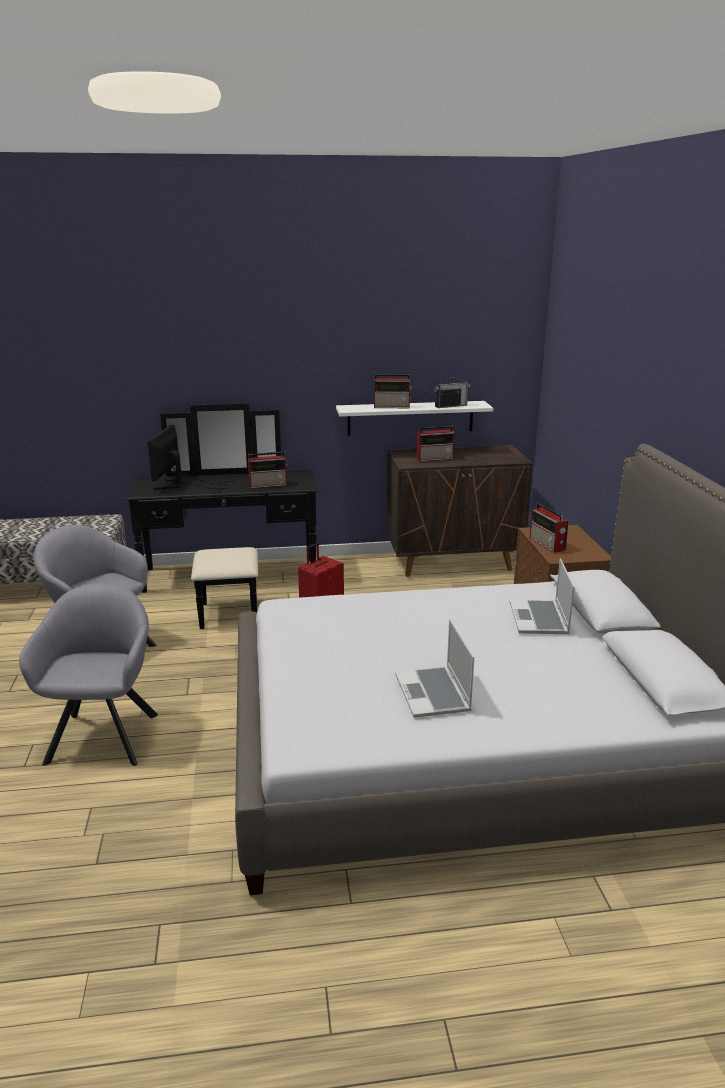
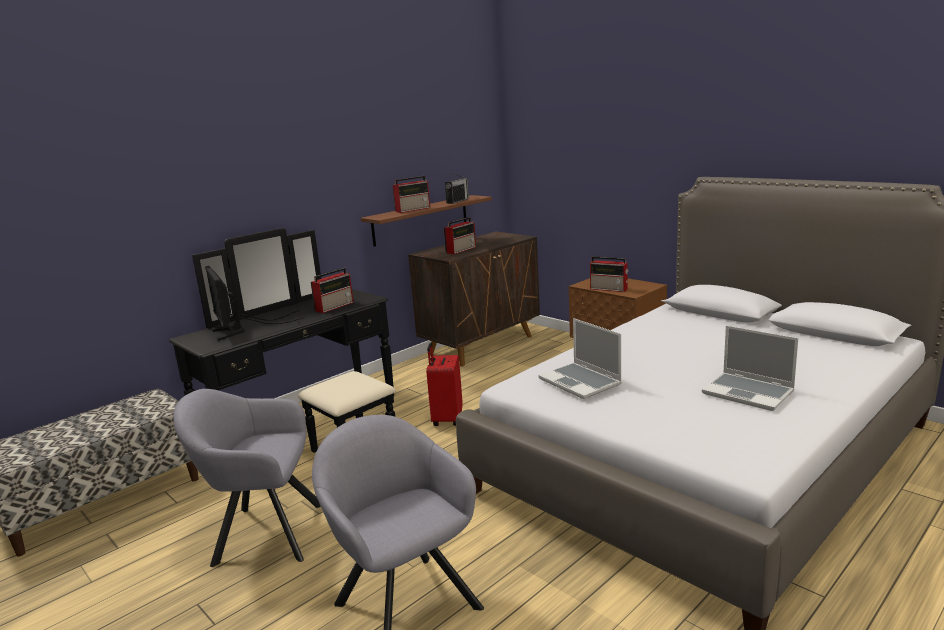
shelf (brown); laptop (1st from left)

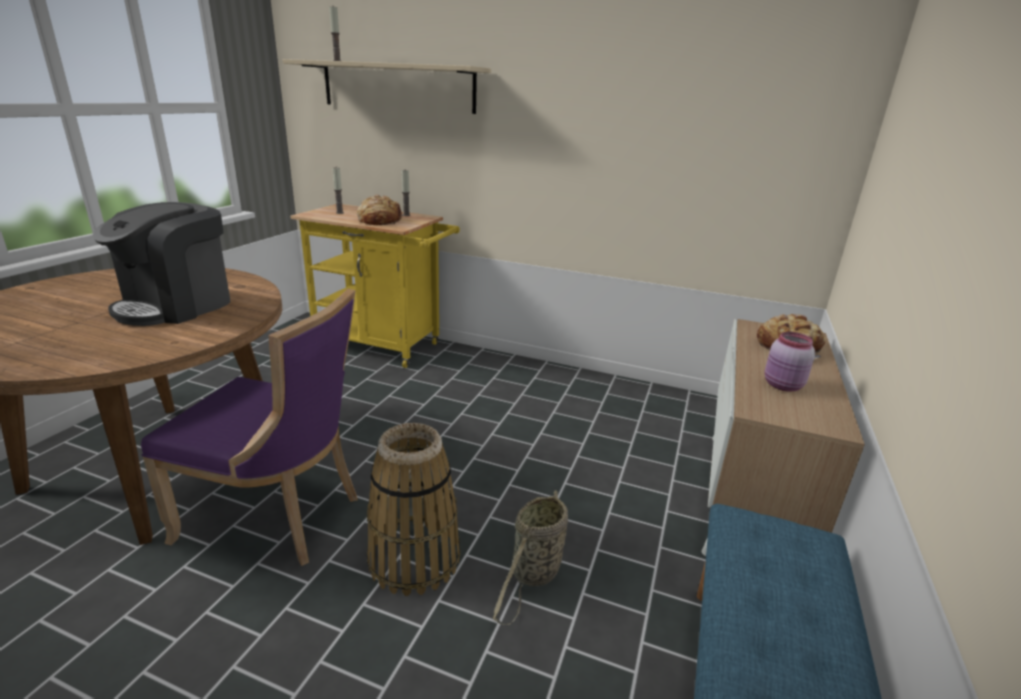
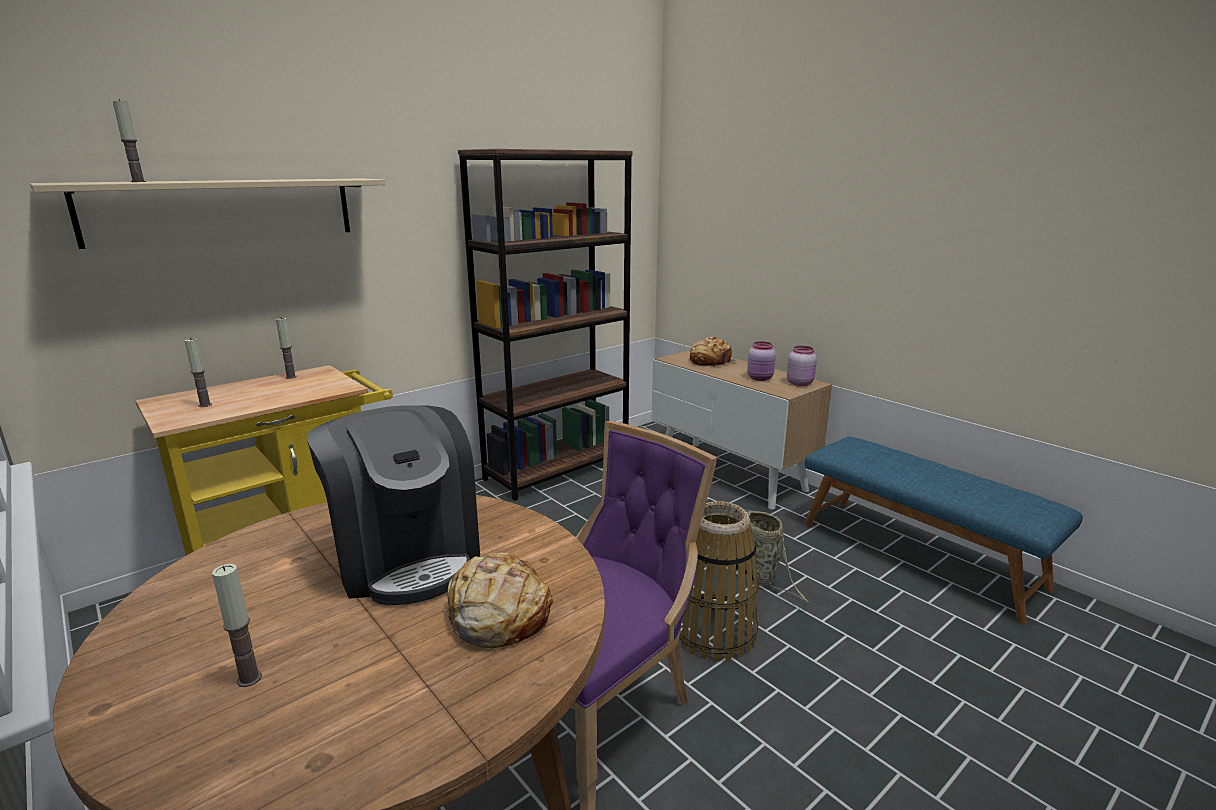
bread (1st from left); candle (3rd from left); bookcase (brown); jar (pink) (2nd from left)

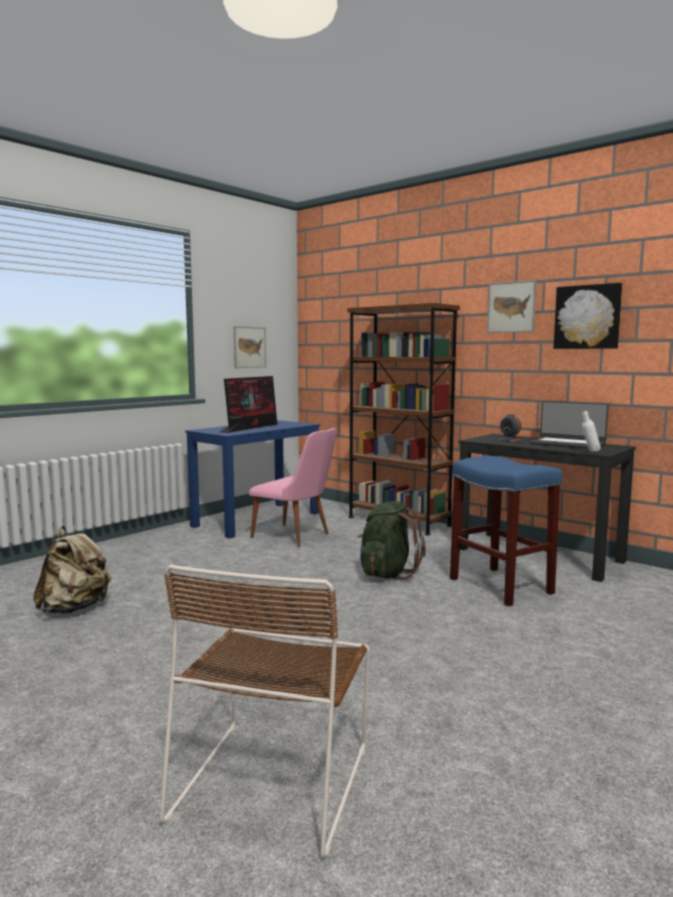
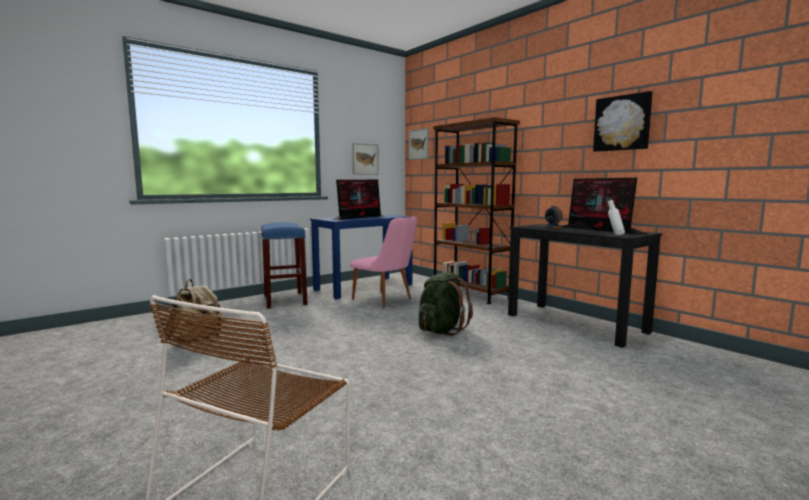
stool (blue); picture (2nd from left); monitor (2nd from left)

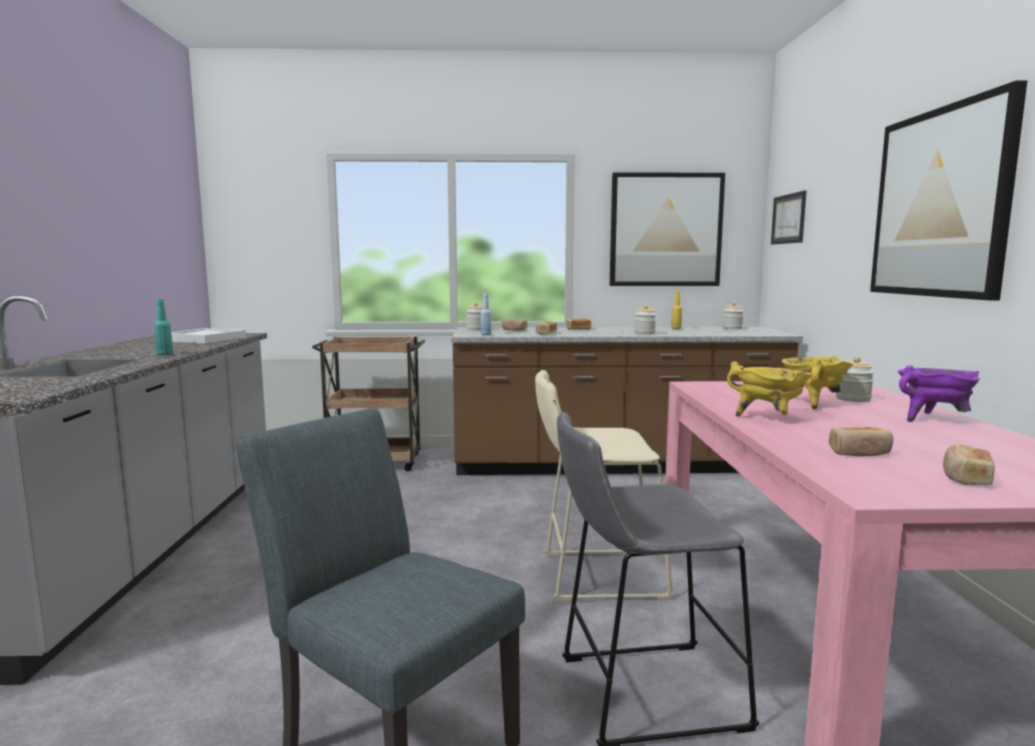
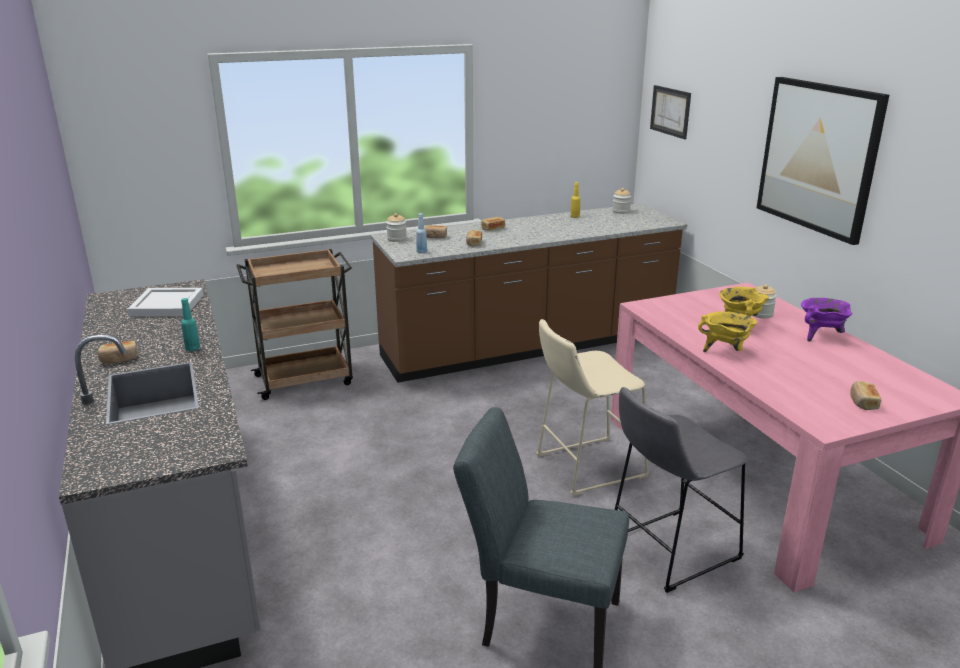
picture (1st from left in the first image); jar (2nd from left in the first image); bread (1st from left)

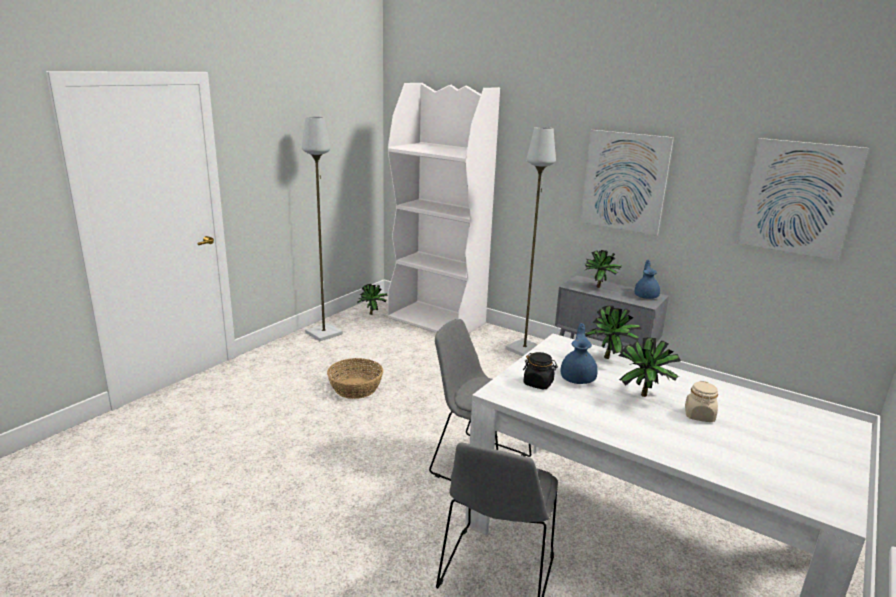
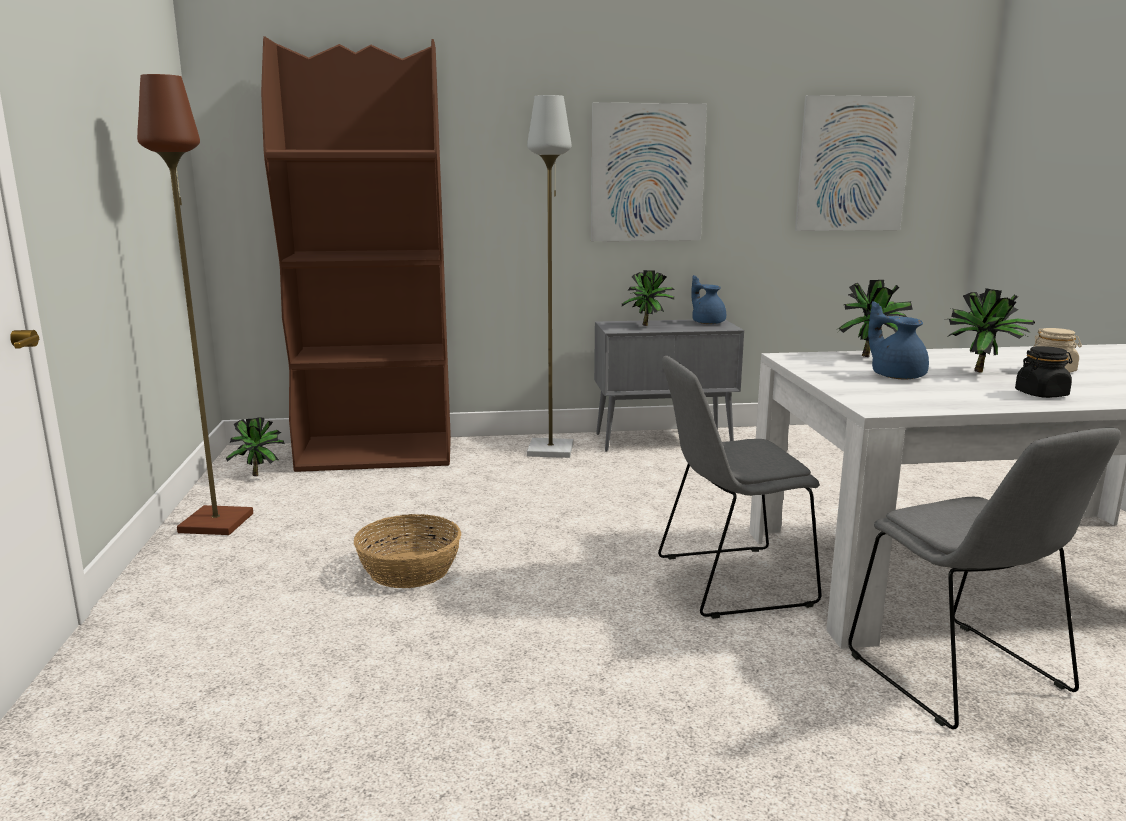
floor lamp (brown); bookcase (brown); jar (black)

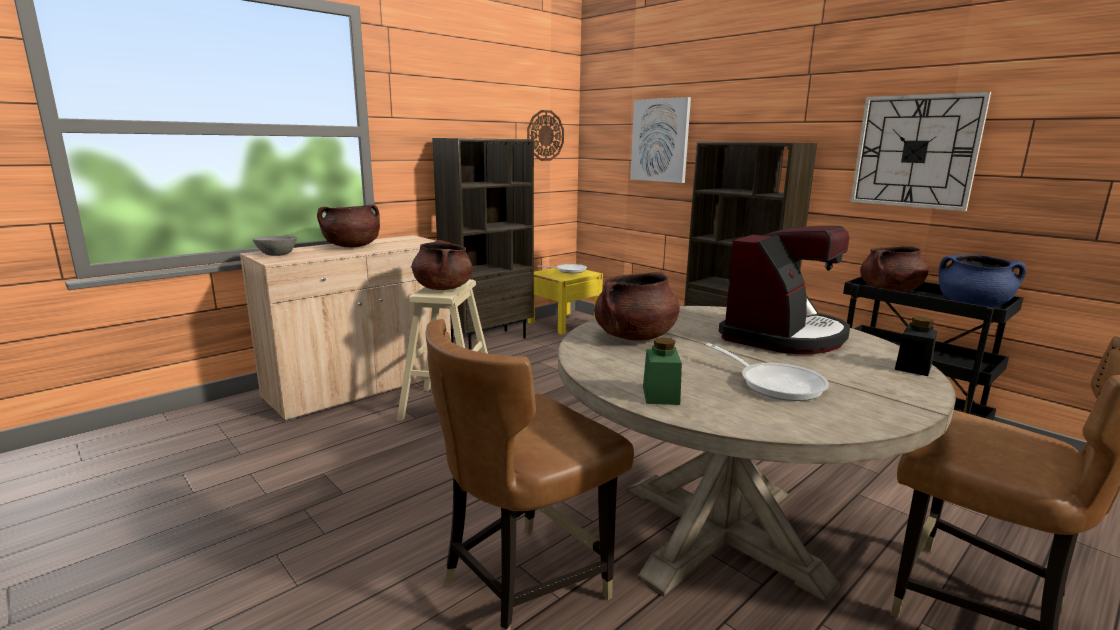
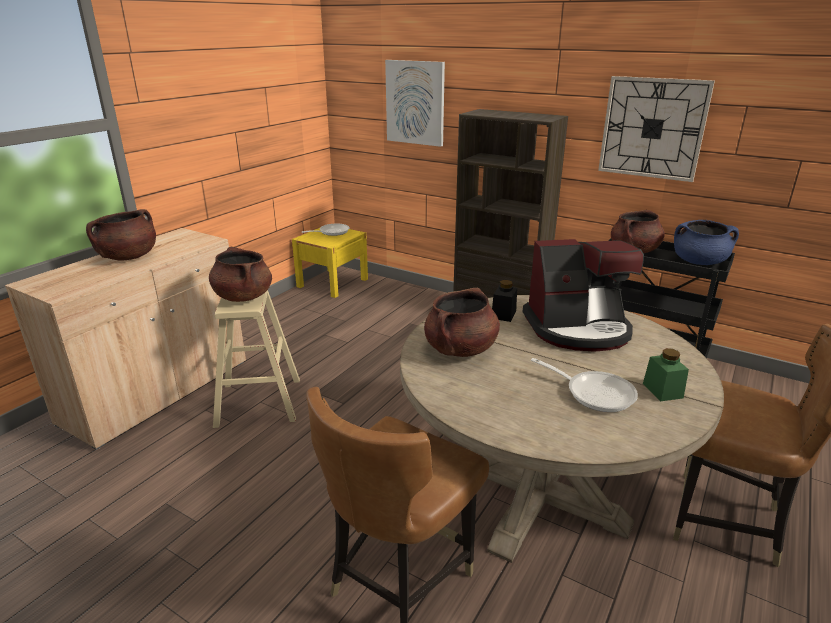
bowl (grey); bookcase (brown) (1st from left in the first image); wall clock (1st from left in the first image); jar (green); coffee machine; jar (black)

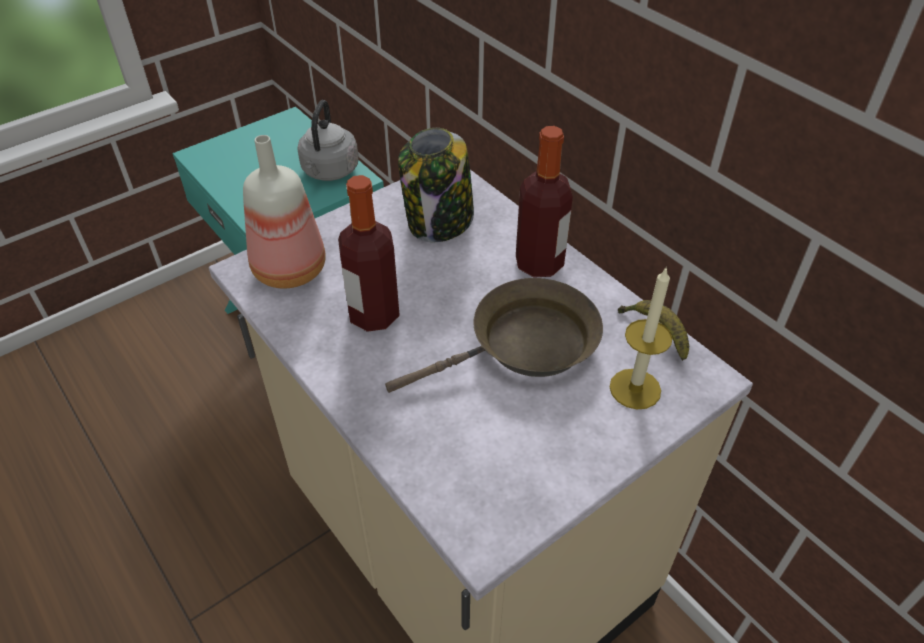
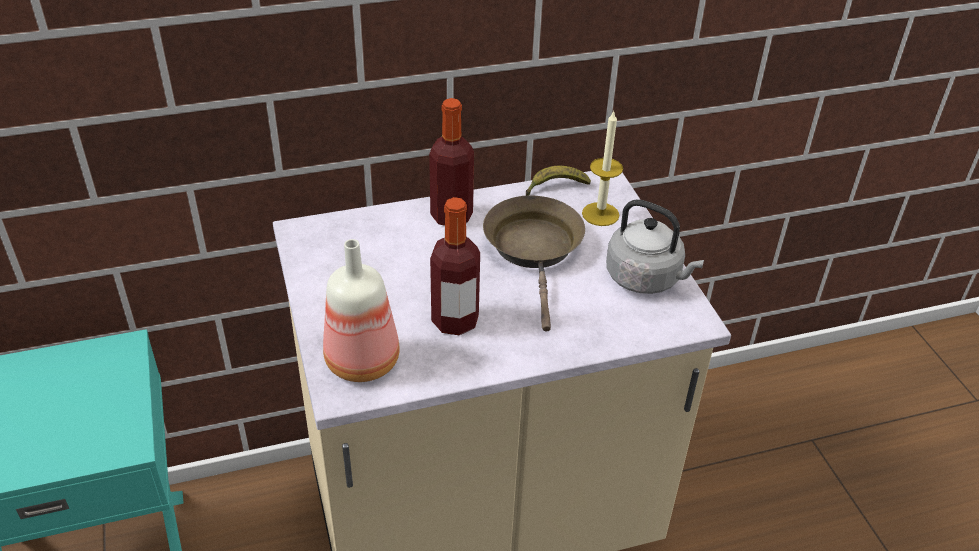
kettle (grey); jar

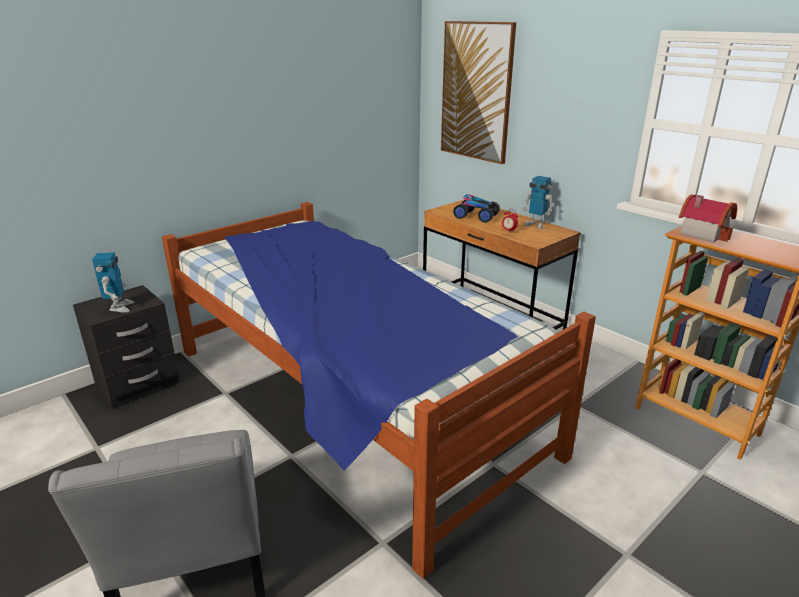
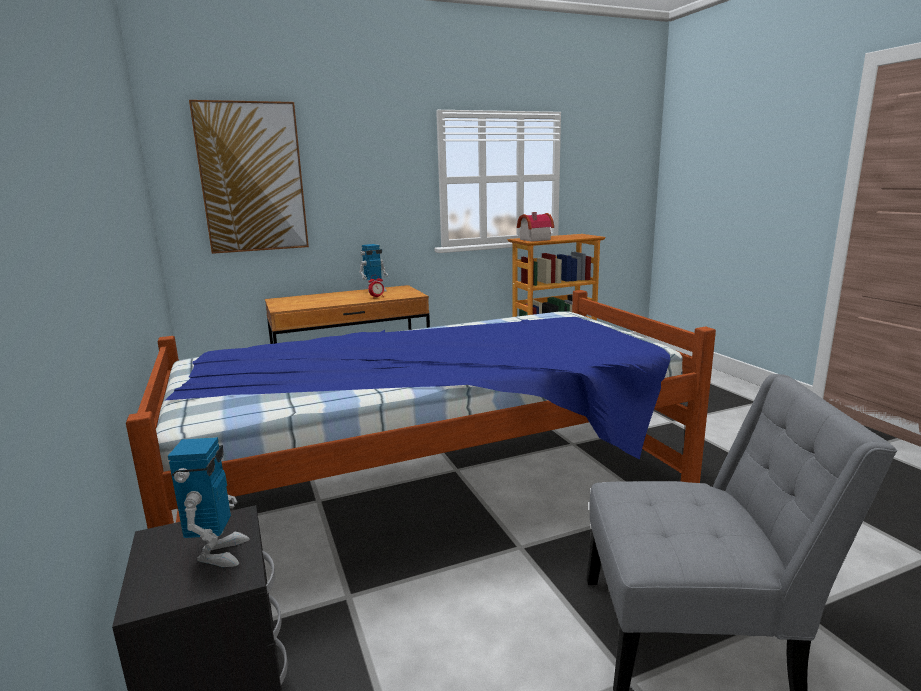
toy robot (1st from left); toy car

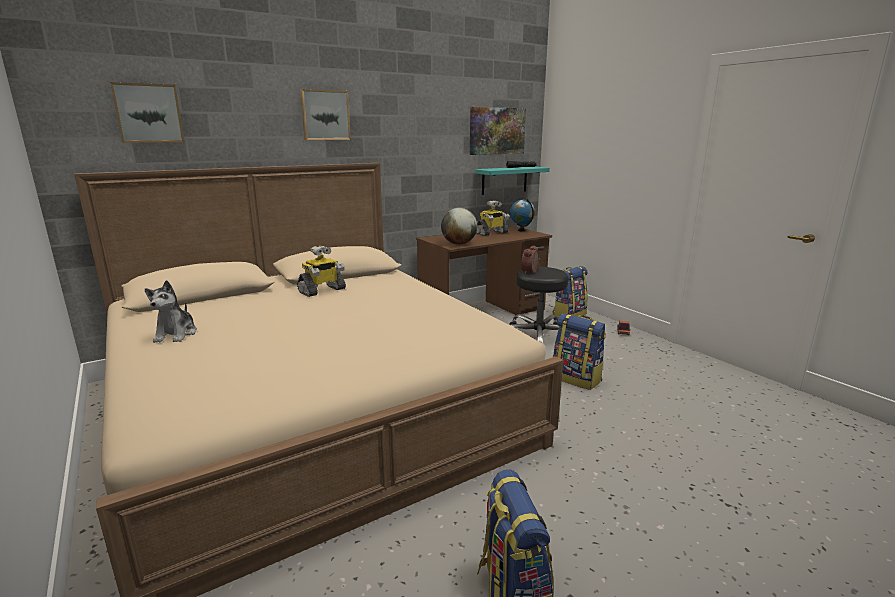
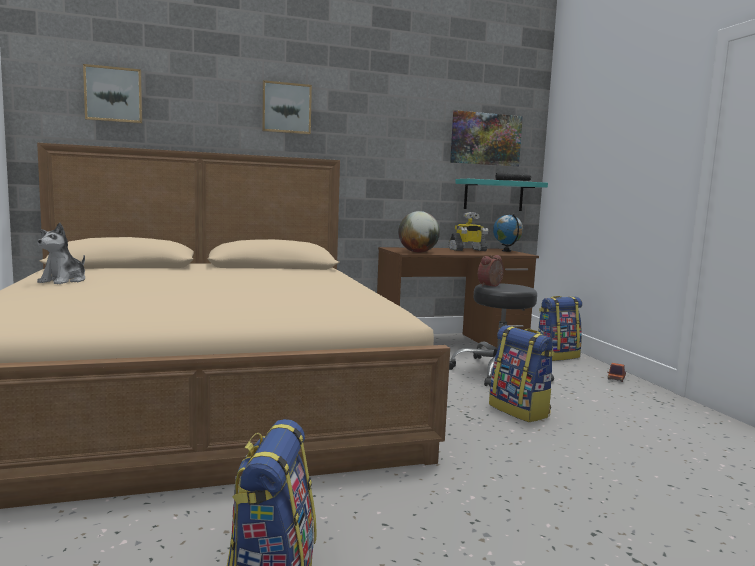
toy robot (1st from left in the first image)

